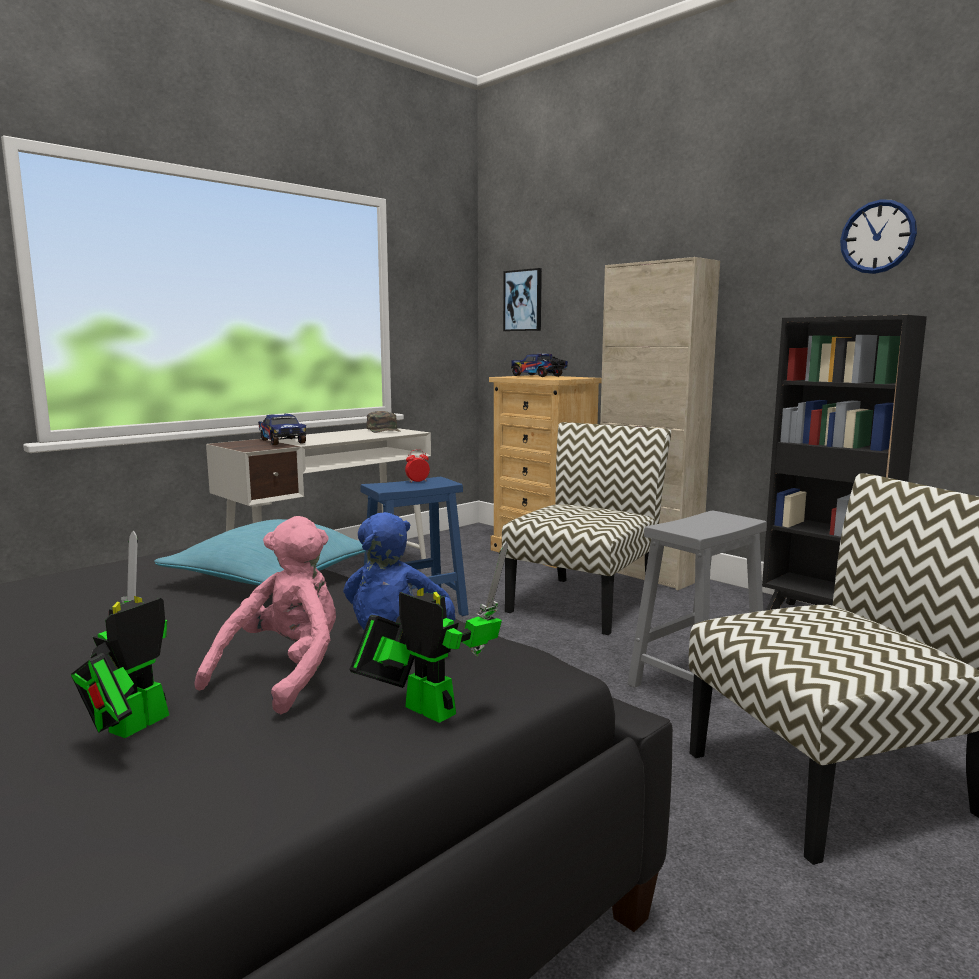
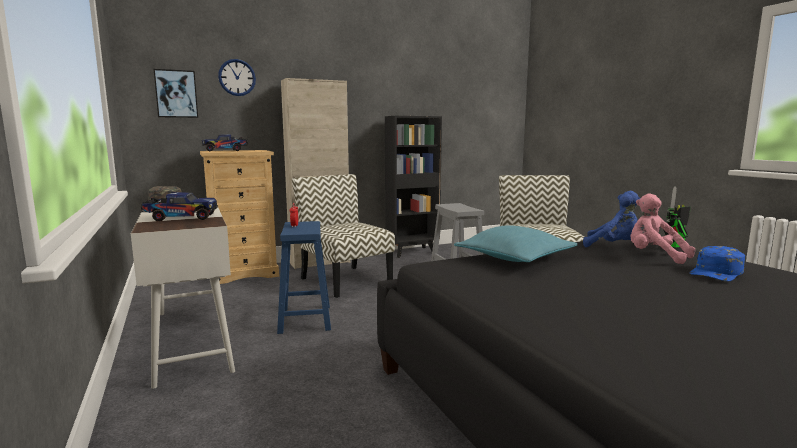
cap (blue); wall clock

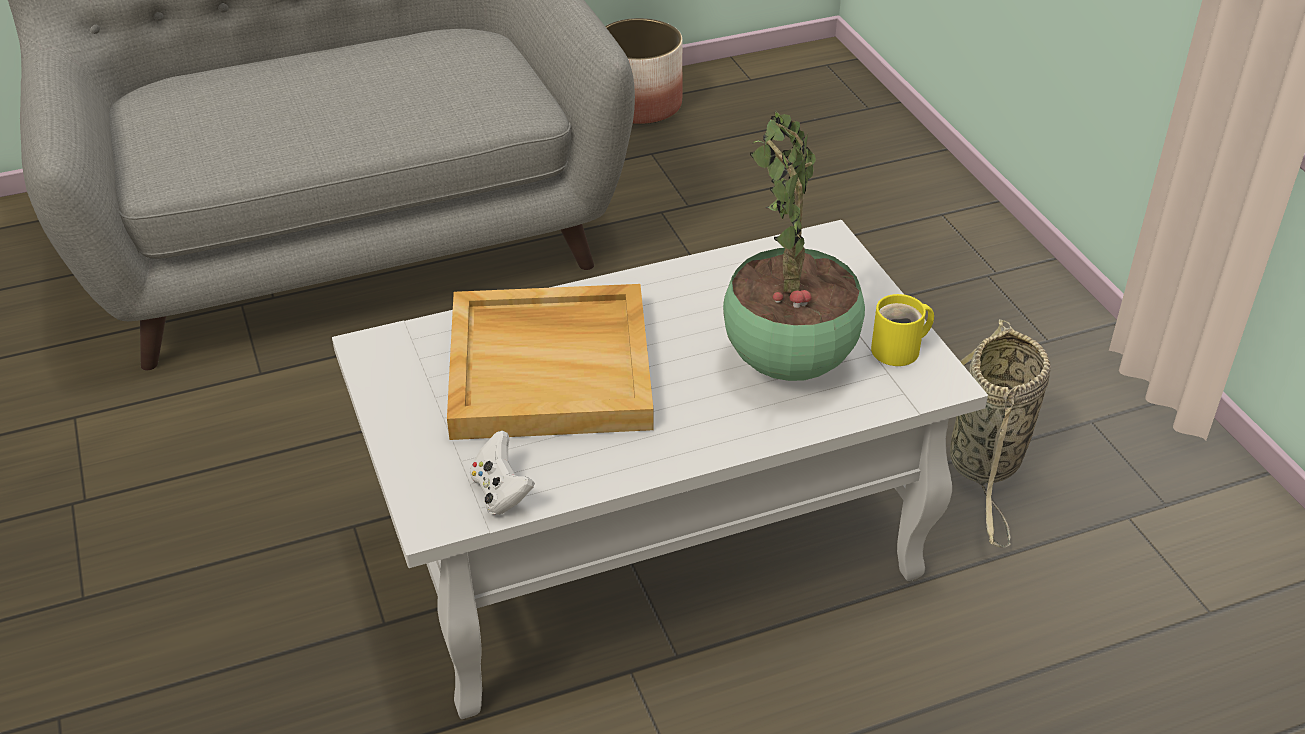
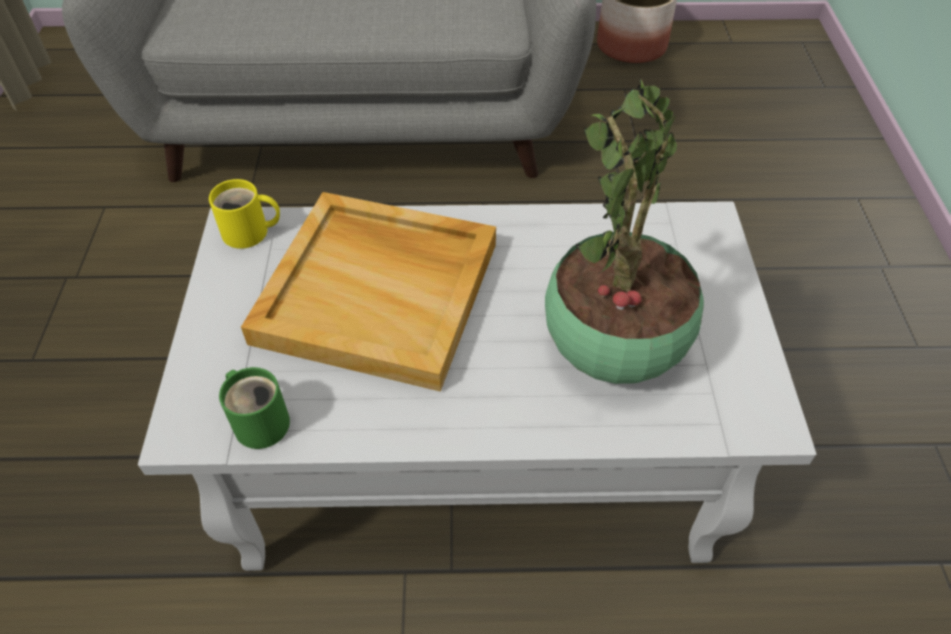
mug (green); mug (yellow); basket

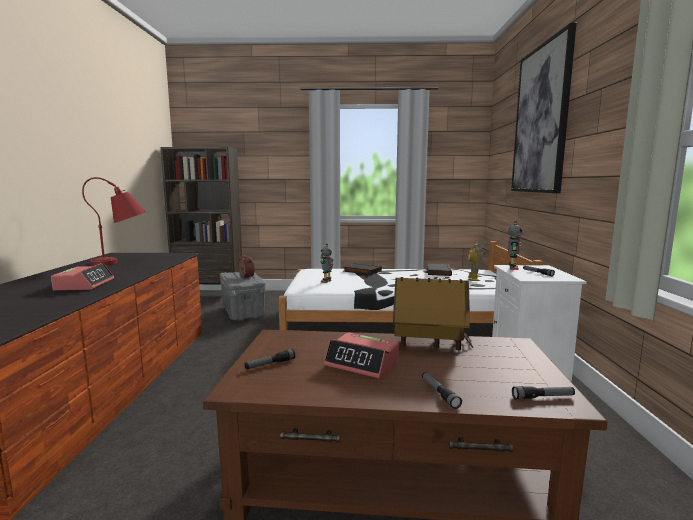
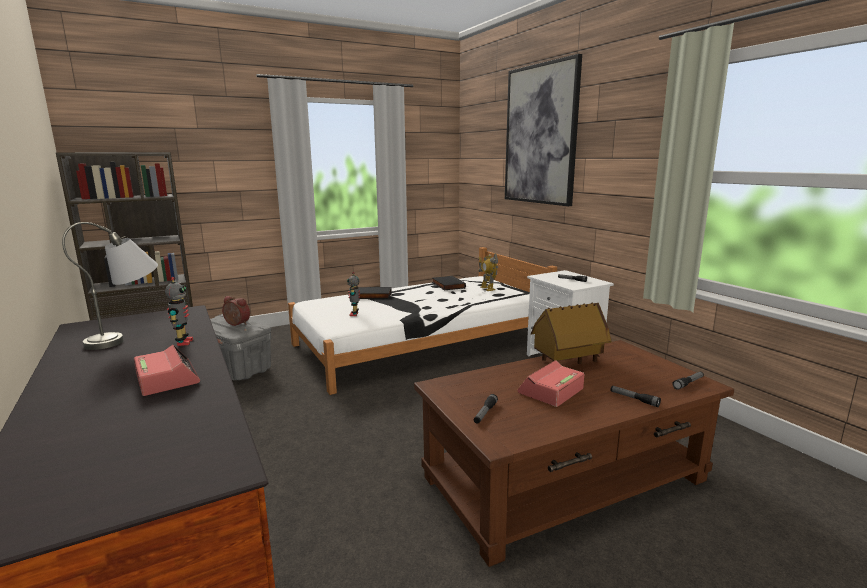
table lamp (grey); alarm clock (3rd from left); toy robot (1st from left)

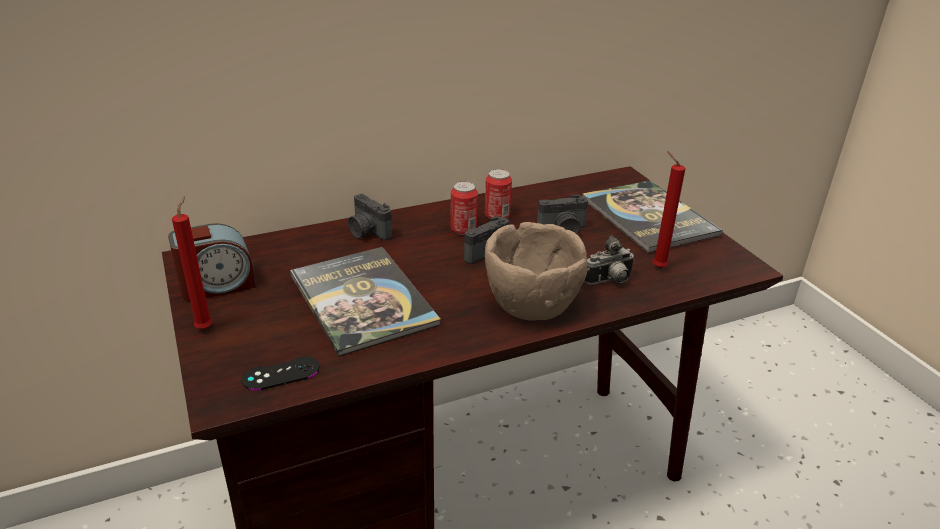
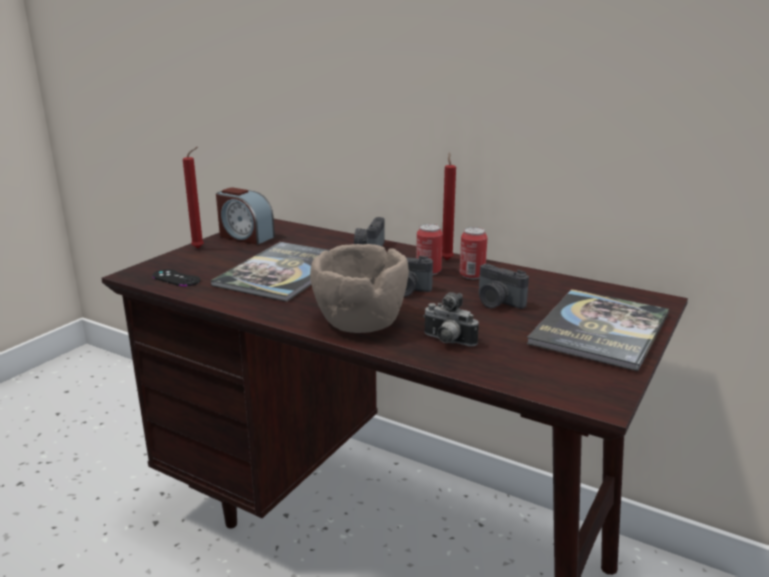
candle (red) (2nd from left)

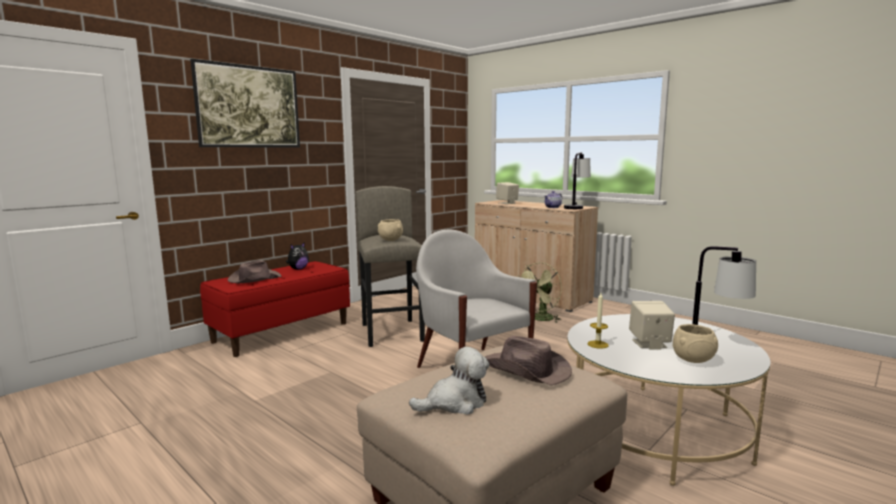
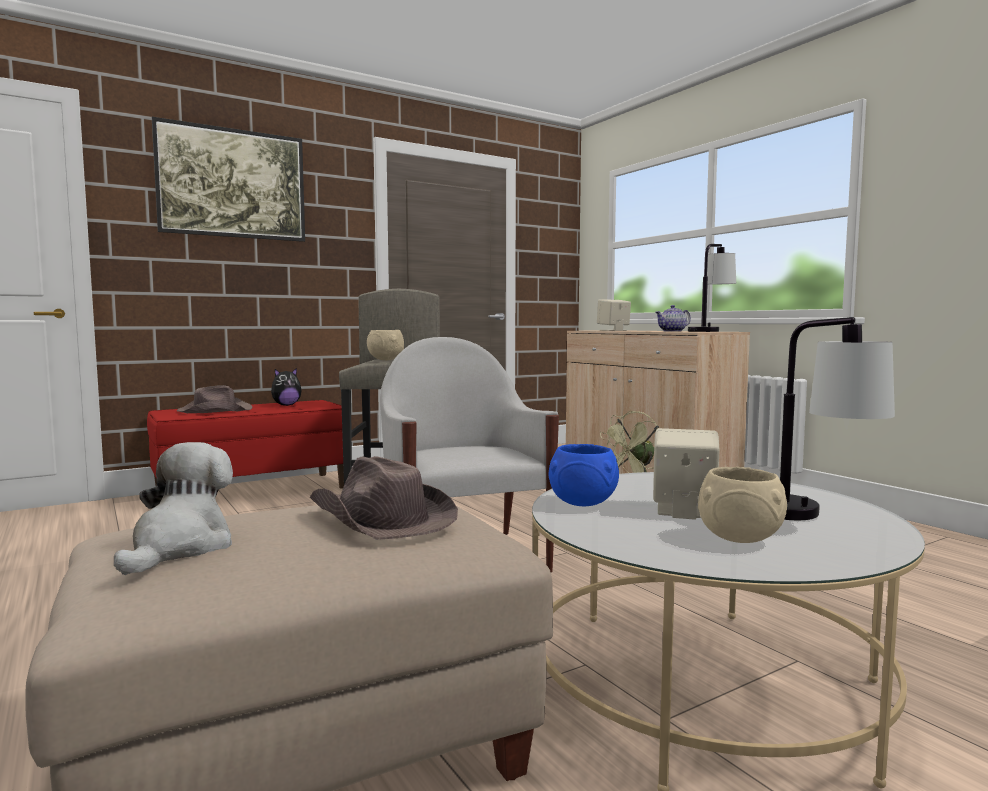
plush toy (1st from left); bowl (blue)

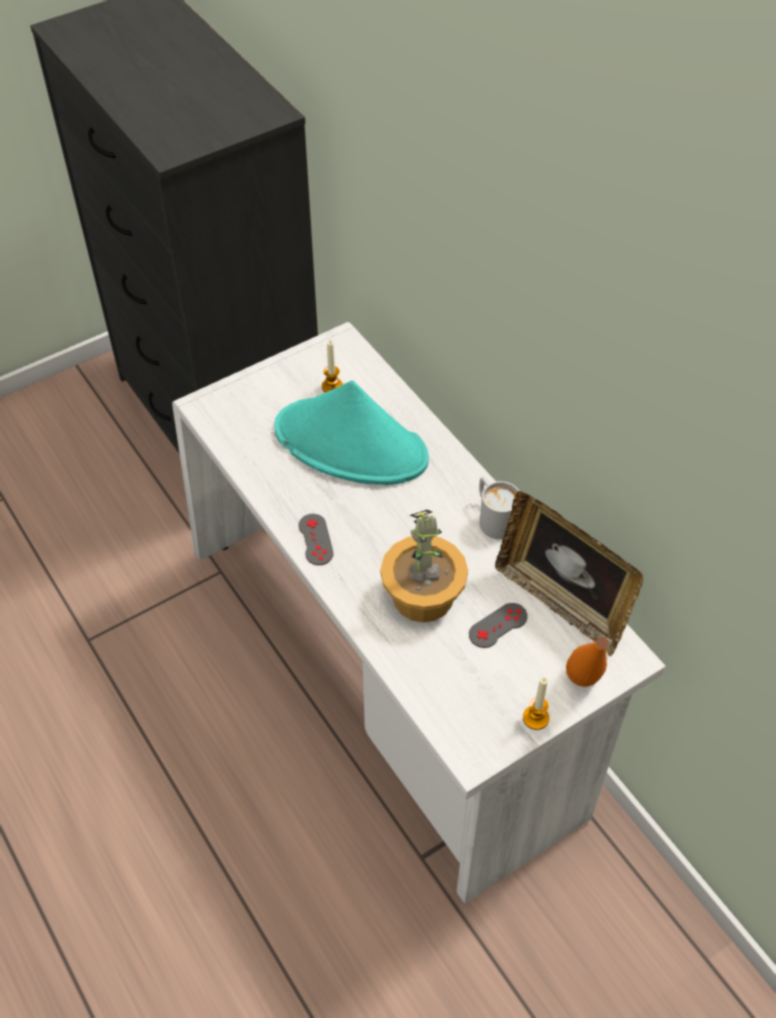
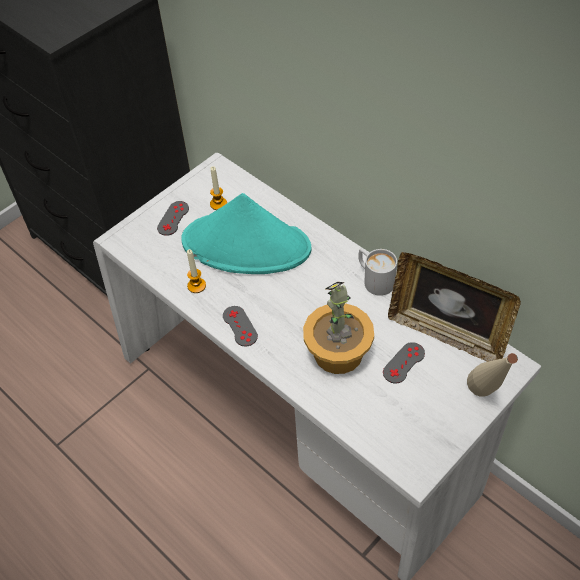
candle (1st from left); bottle (beige); game controller (grey) (1st from left)

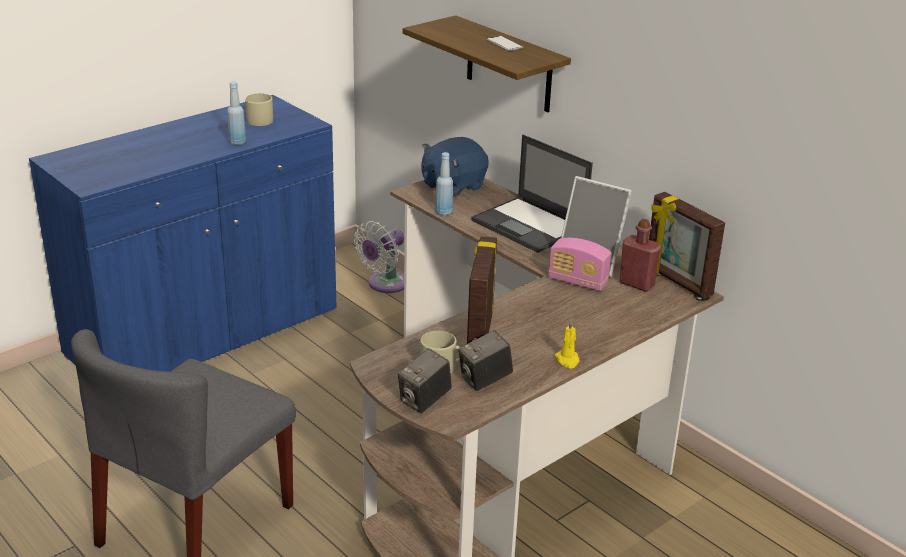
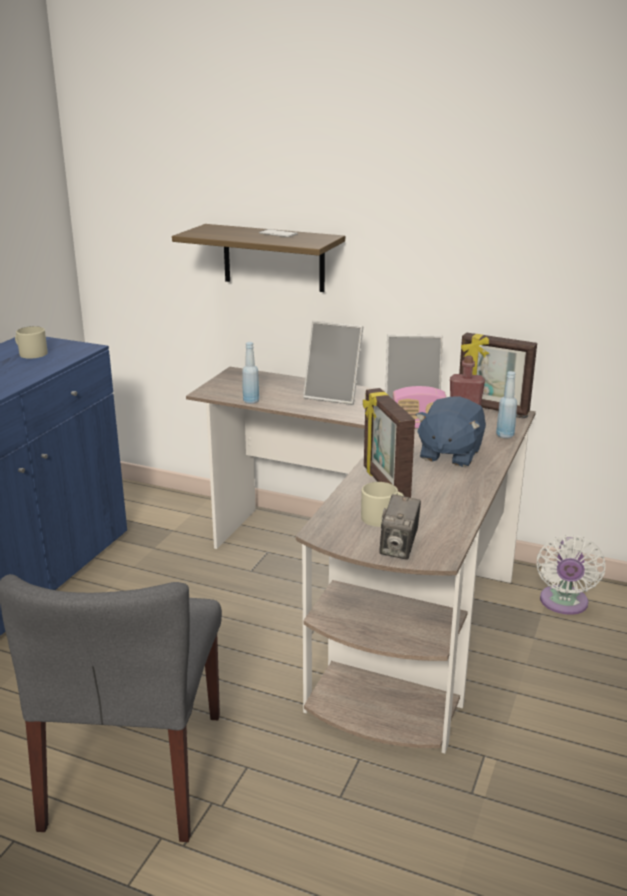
bottle (blue) (2nd from left); fan (white); plush toy (blue); photo camera (2nd from left in the first image); picture frame (1st from left); candle (yellow)

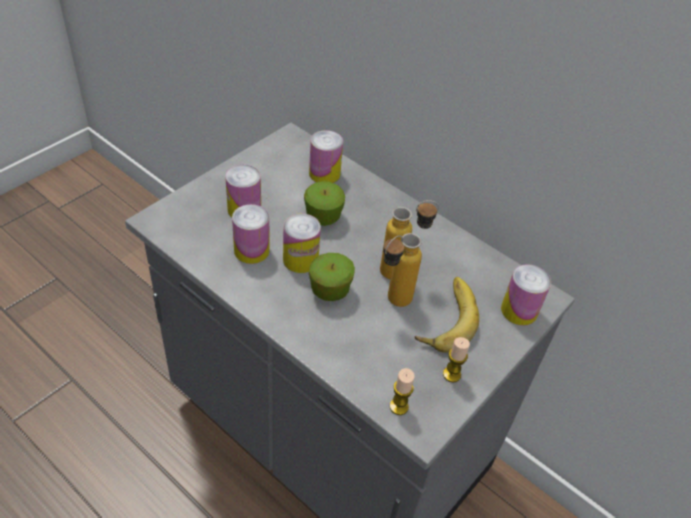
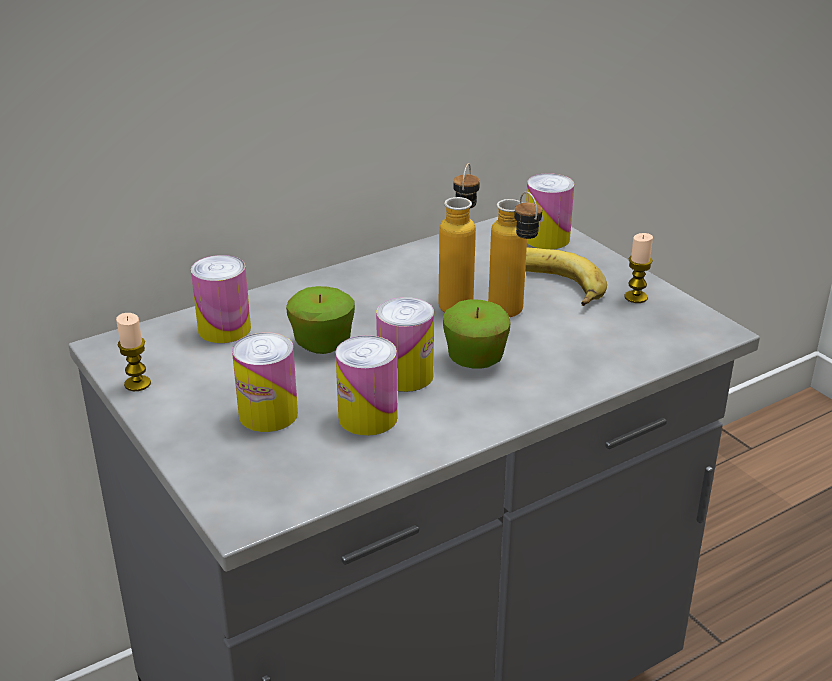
candle (1st from left)

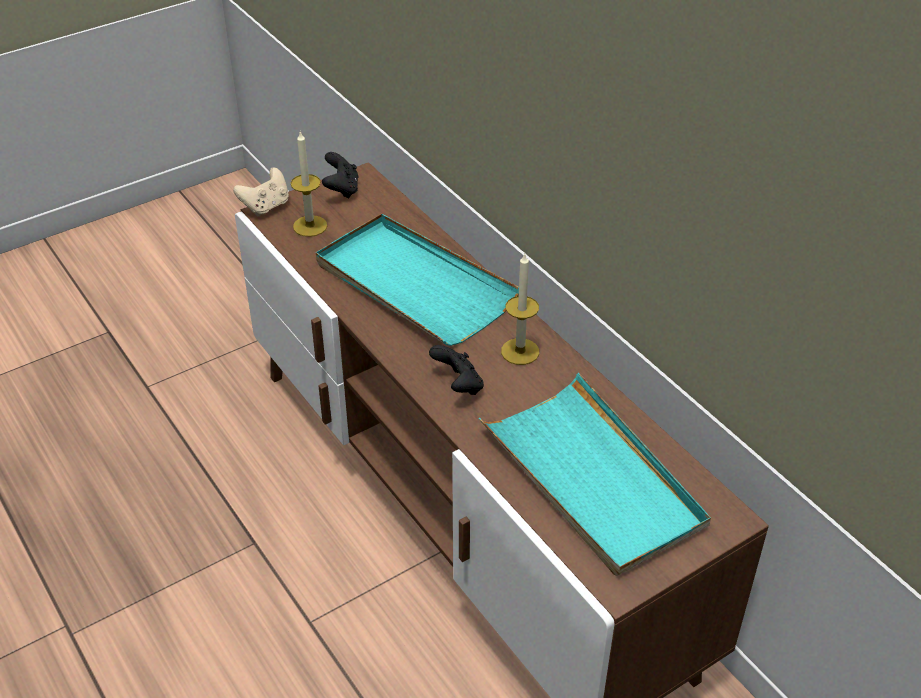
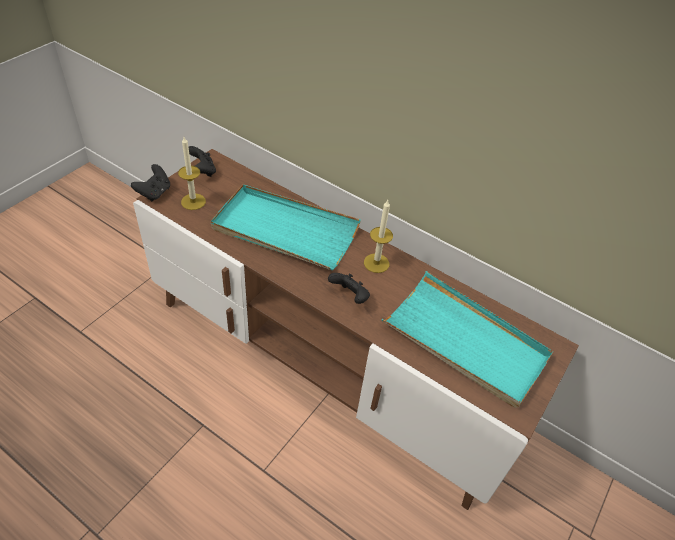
game controller (black) (1st from left)

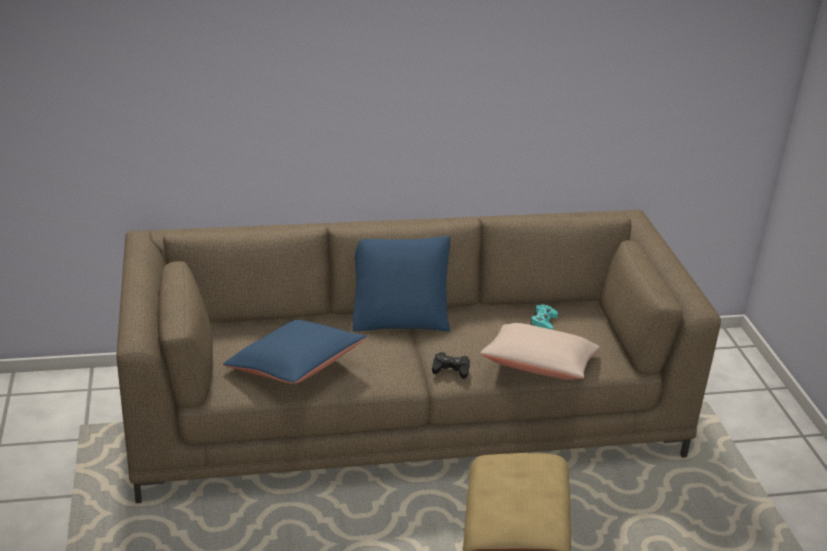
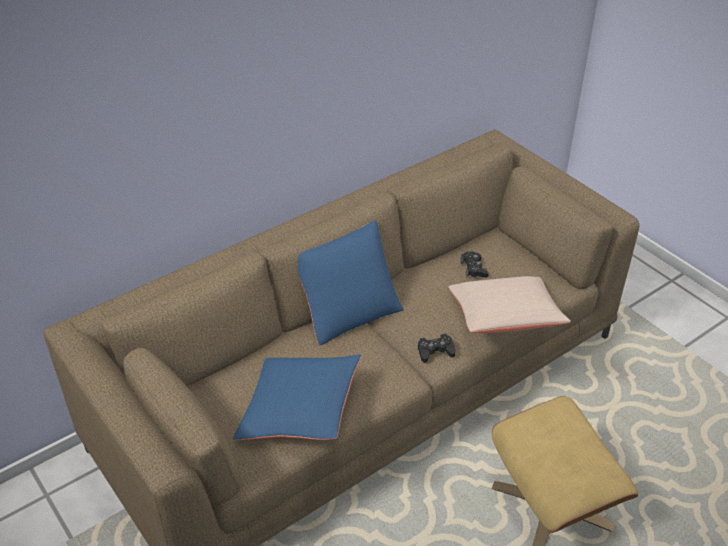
game controller (black) (2nd from left)

